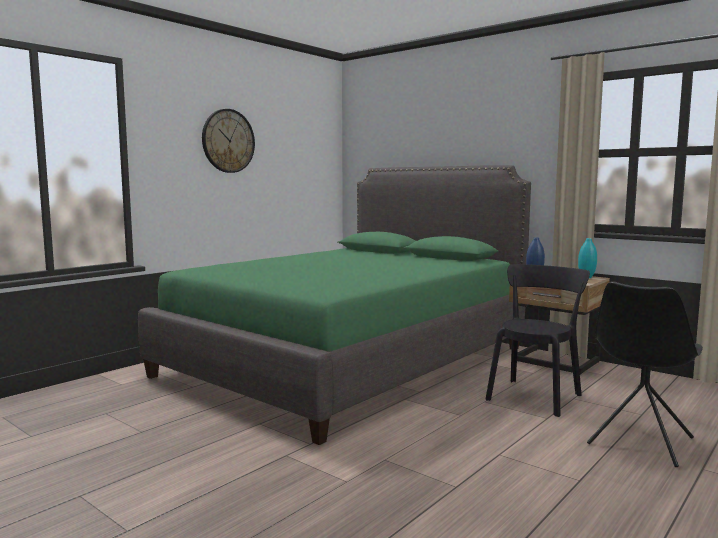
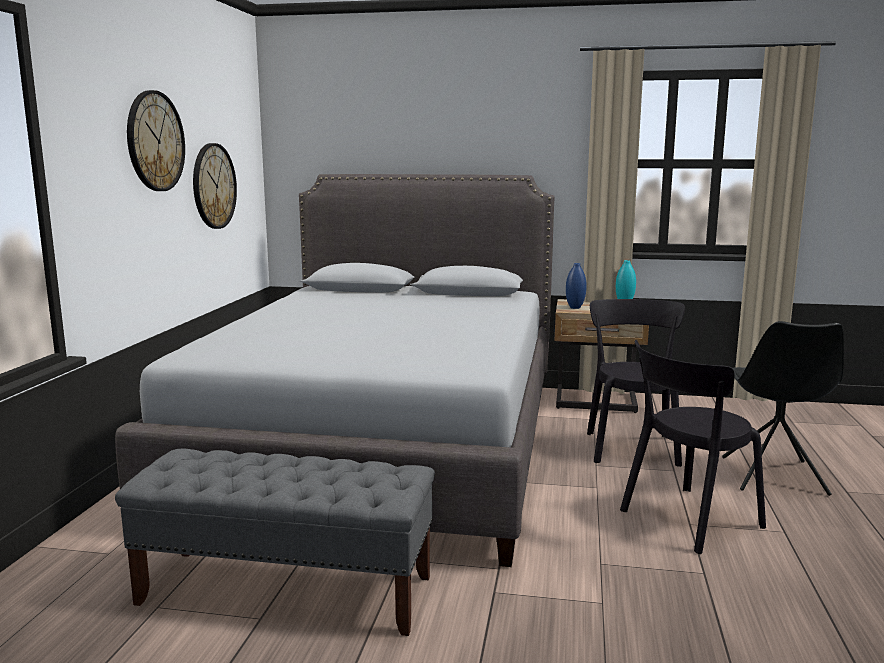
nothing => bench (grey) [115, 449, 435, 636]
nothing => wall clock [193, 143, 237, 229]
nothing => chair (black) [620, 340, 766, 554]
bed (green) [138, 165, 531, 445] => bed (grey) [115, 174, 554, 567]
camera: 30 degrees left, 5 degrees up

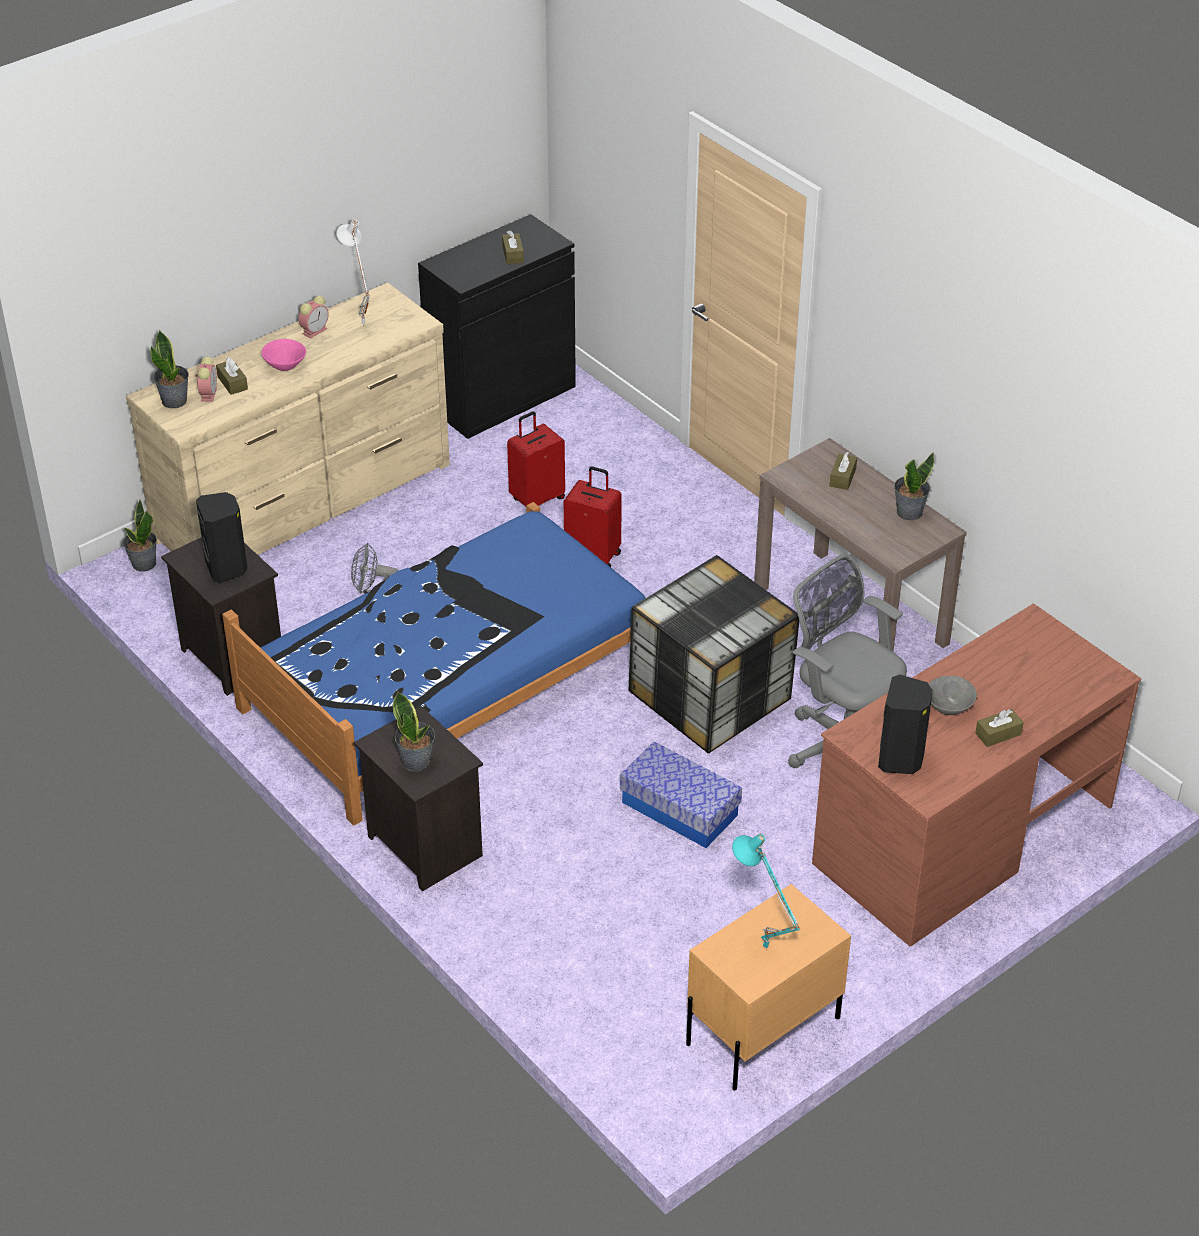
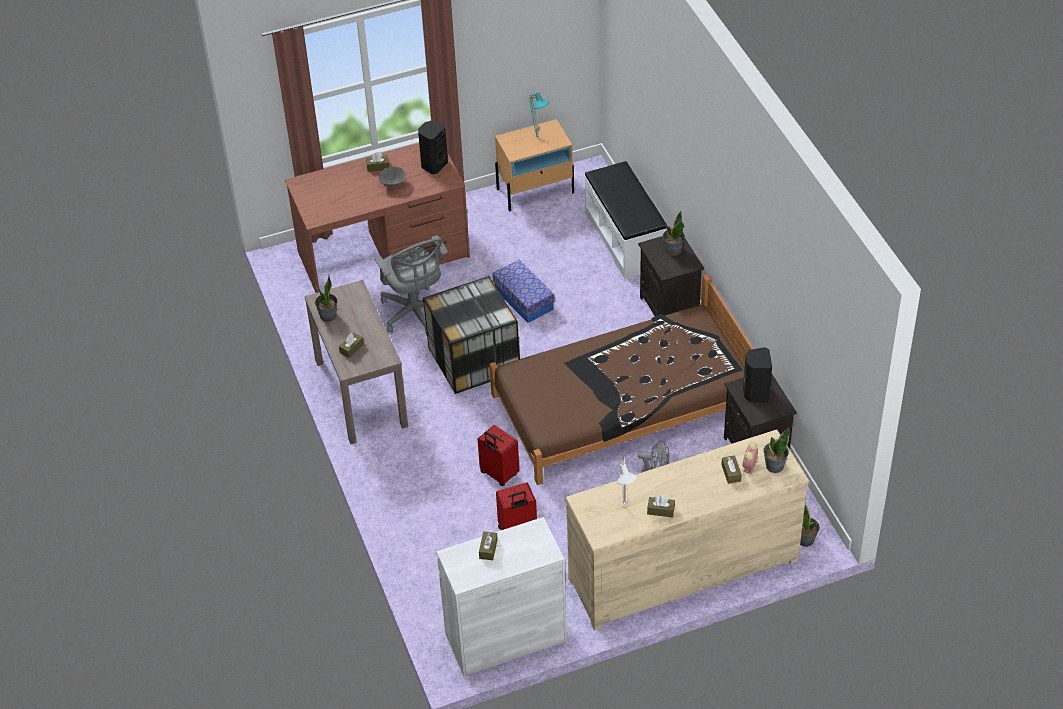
bowl (pink) [261, 339, 306, 371] => nothing
nothing => bench (white) [584, 161, 667, 279]
alarm clock [299, 296, 329, 339] => tissue box (brown) [647, 496, 675, 518]
bed (blue) [222, 502, 646, 826] => bed (brown) [489, 274, 754, 485]
cabinet (black) [418, 214, 576, 439] => cabinet (white) [436, 517, 567, 676]
camera: 160 degrees left, 5 degrees up

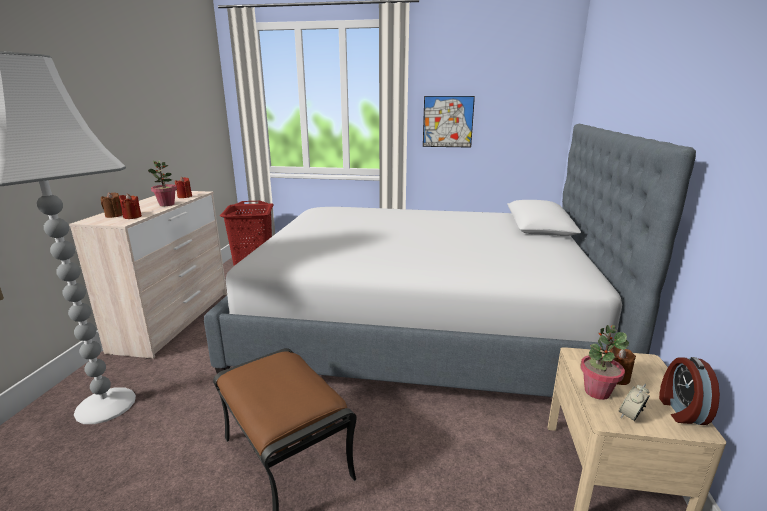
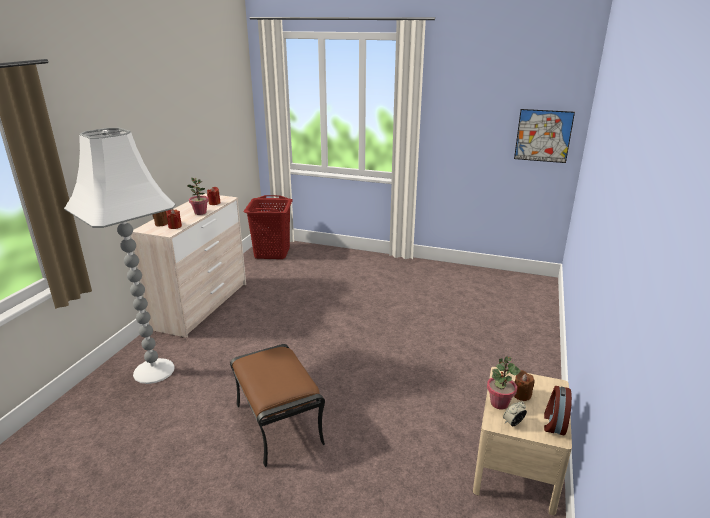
bed [204, 124, 696, 397] => nothing
picture [423, 96, 475, 148] => picture [514, 109, 575, 163], move
camera: 10 degrees right, 5 degrees up

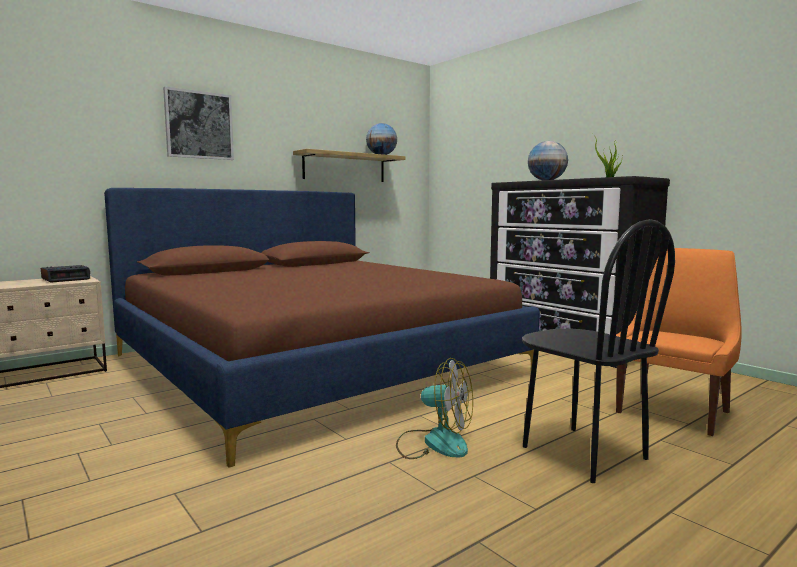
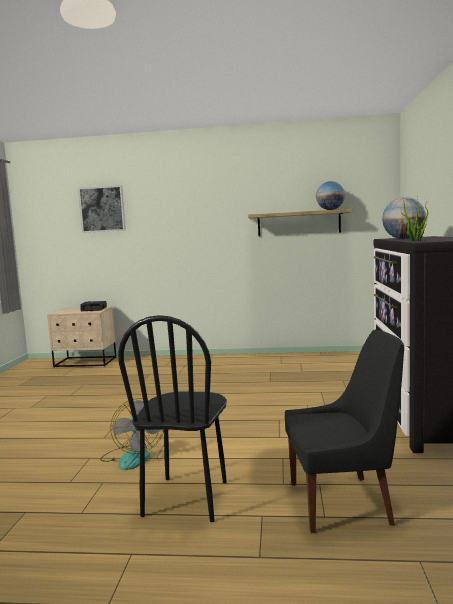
bed (brown) [104, 188, 540, 468] => nothing
picture [163, 87, 234, 160] => picture [78, 185, 126, 233], move
chair (orange) [616, 248, 742, 436] => chair (black) [285, 330, 404, 533]
camera: 45 degrees right, 0 degrees up

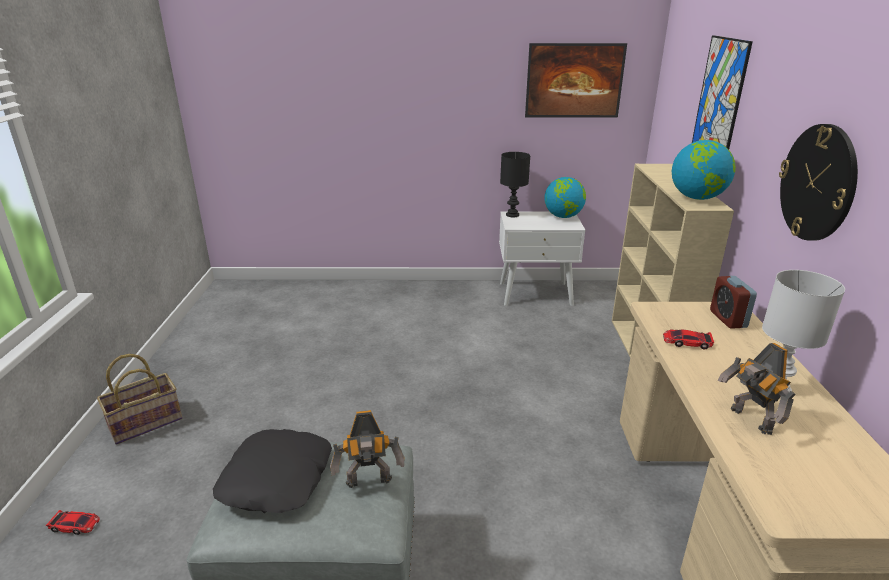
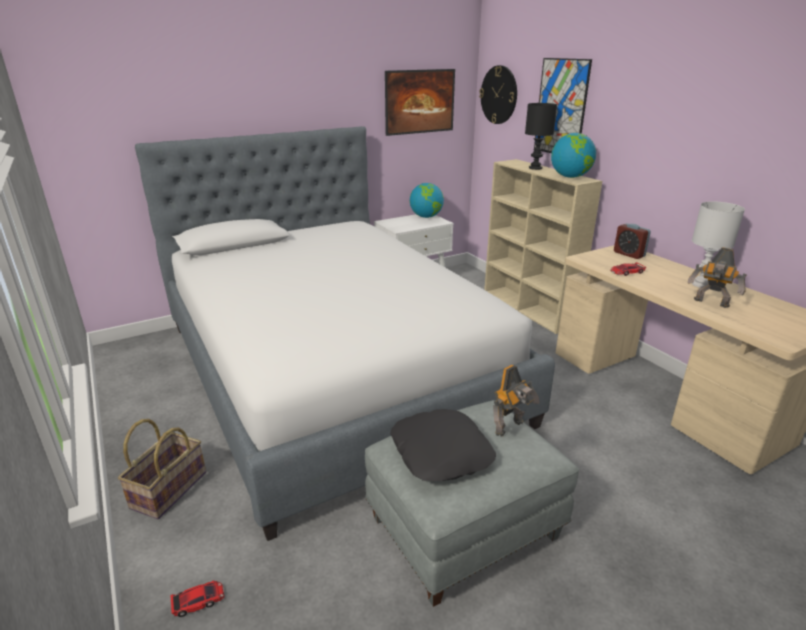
nothing => bed [135, 126, 555, 541]
table lamp (black) [500, 152, 530, 217] => table lamp (black) [525, 103, 557, 170], move
wall clock [779, 124, 858, 241] => wall clock [479, 65, 517, 124], move
camera: 30 degrees left, 0 degrees up

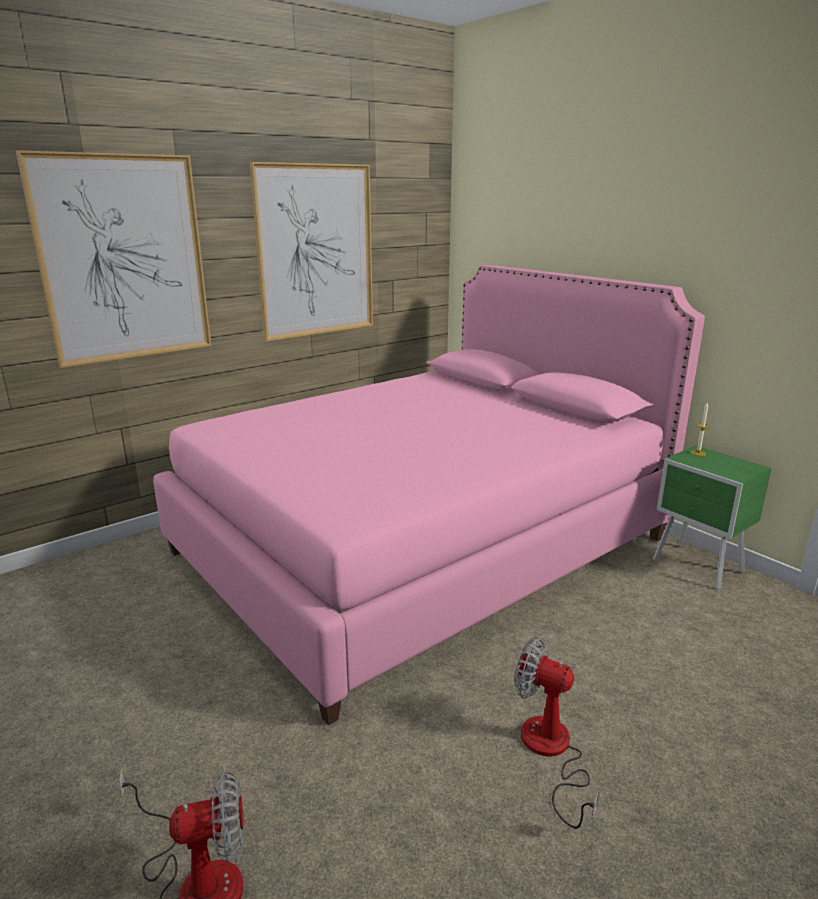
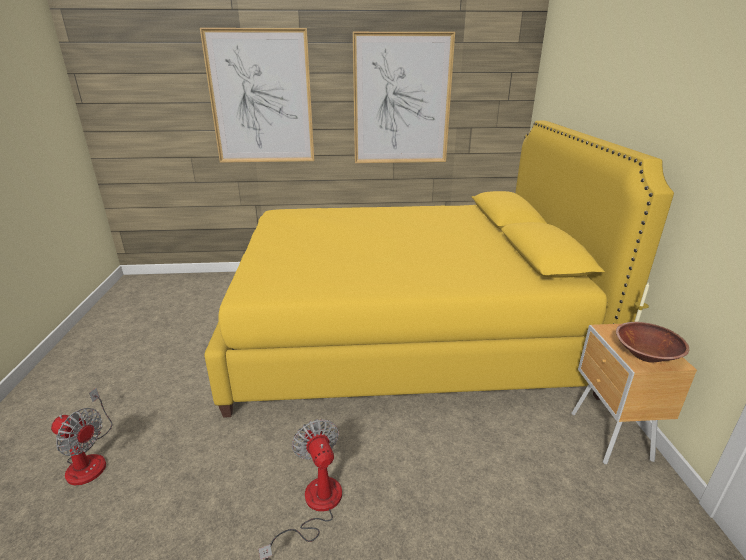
nothing => bowl (brown) [616, 322, 689, 363]
bed (pink) [153, 264, 705, 725] => bed (yellow) [204, 121, 674, 418]
nightstand (green) [653, 445, 772, 590] => nightstand (brown) [571, 324, 697, 465]
camera: 35 degrees right, 5 degrees up

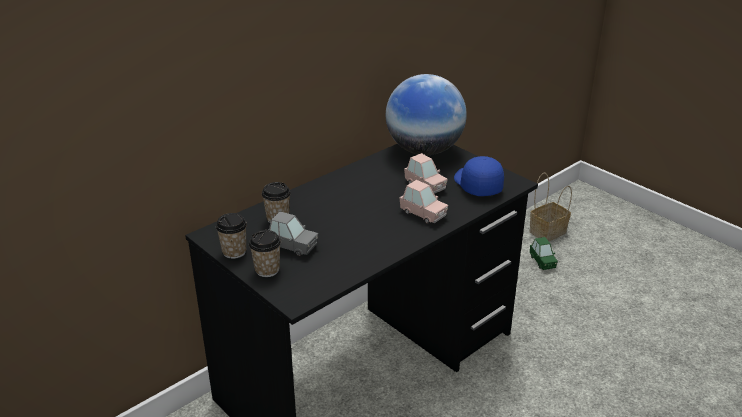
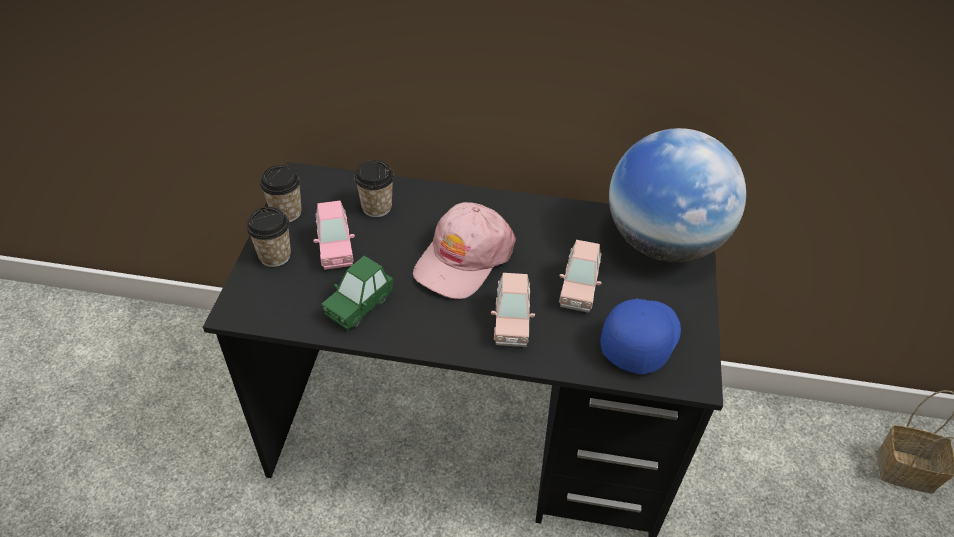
nothing => cap (pink) [413, 202, 516, 299]
toy car (green) [530, 237, 558, 270] => toy car (green) [321, 256, 393, 330], move
toy car (grey) [268, 211, 318, 256] => toy car (pink) [313, 201, 355, 270]
camera: 50 degrees right, 15 degrees up

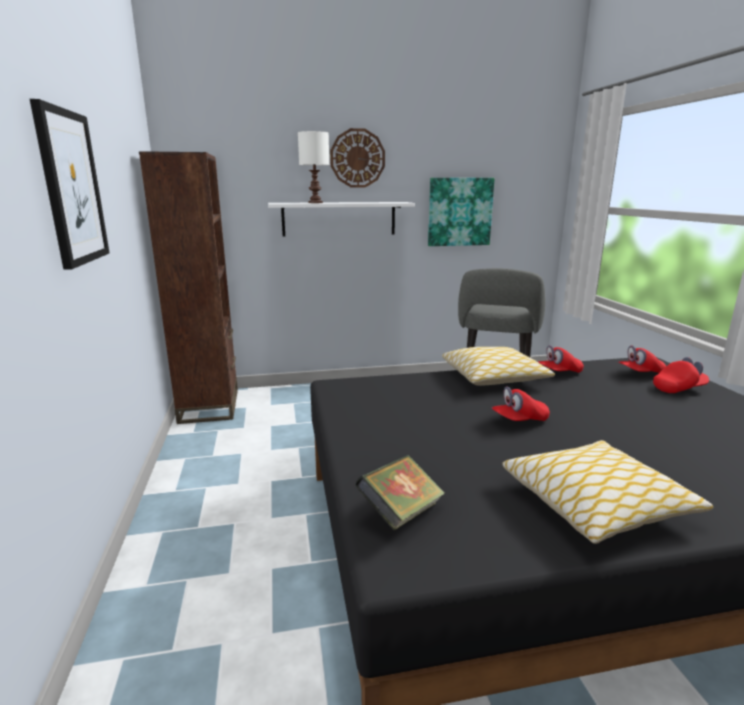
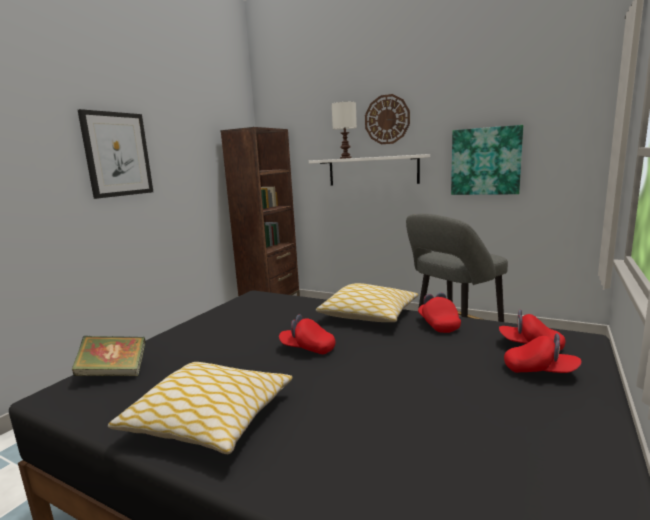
cap (red) [538, 345, 584, 373] => cap (red) [418, 293, 461, 333], 60 degrees clockwise
camera: 40 degrees right, 5 degrees down

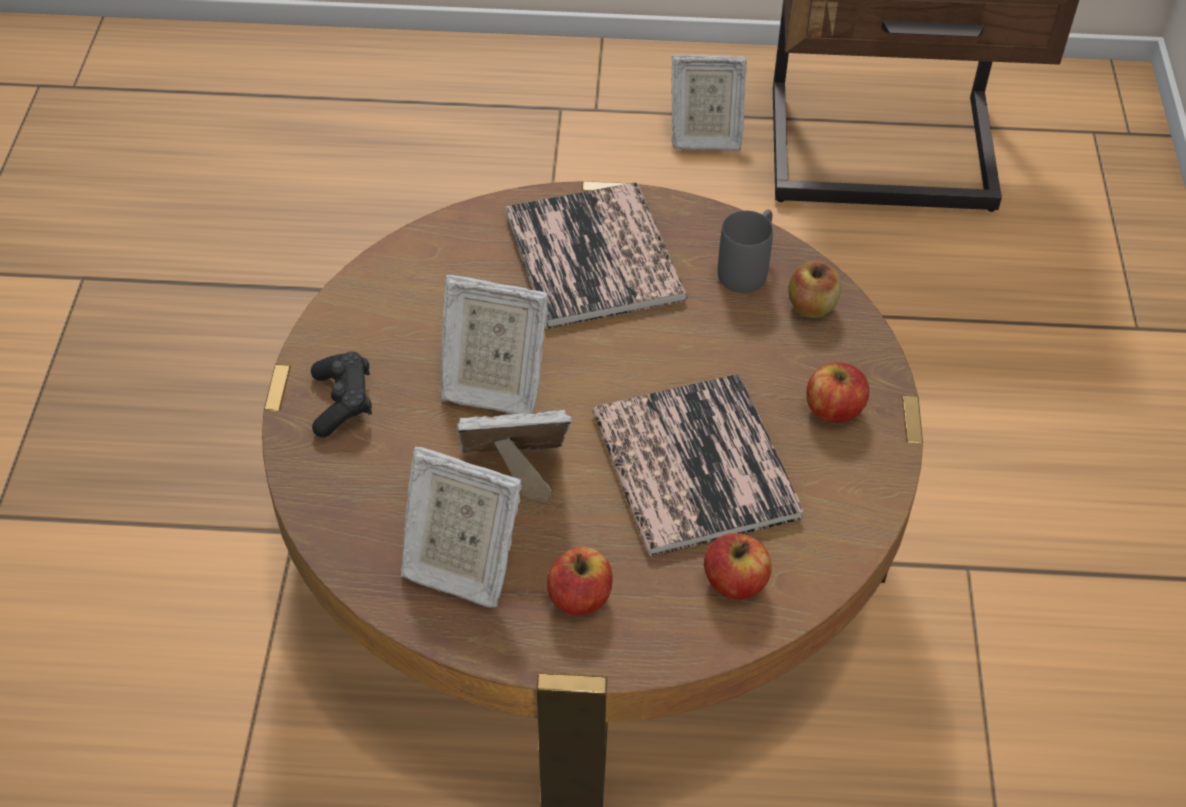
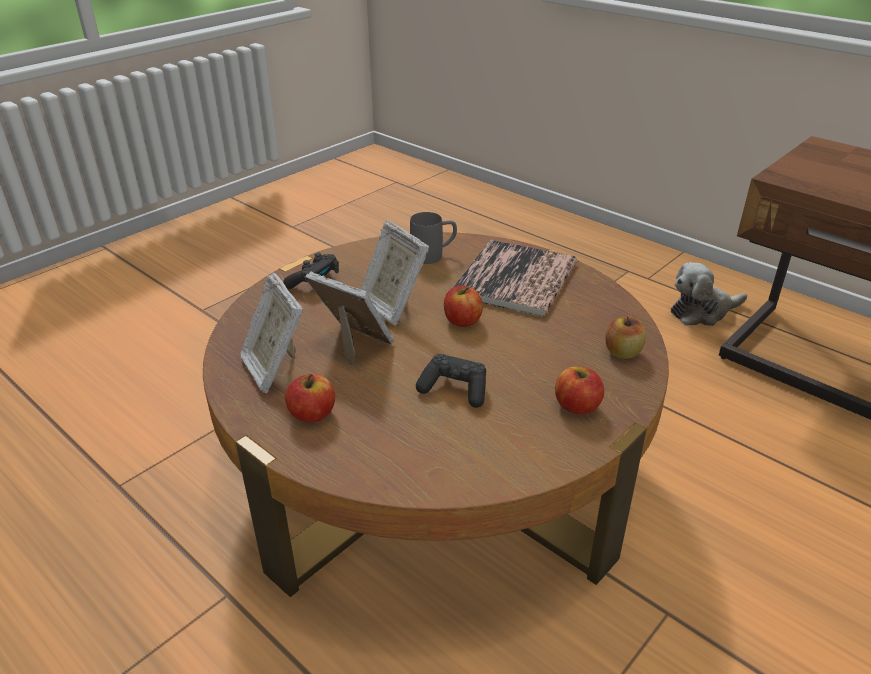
apple [704, 533, 772, 599] => apple [444, 286, 483, 327], move
mug (grey) [718, 209, 773, 293] => mug (grey) [410, 212, 457, 264], move
book [593, 374, 804, 557] => game controller (black) [416, 354, 486, 408]
picture frame [671, 55, 747, 151] => plush toy [671, 262, 747, 326]
camera: 40 degrees right, 15 degrees down

